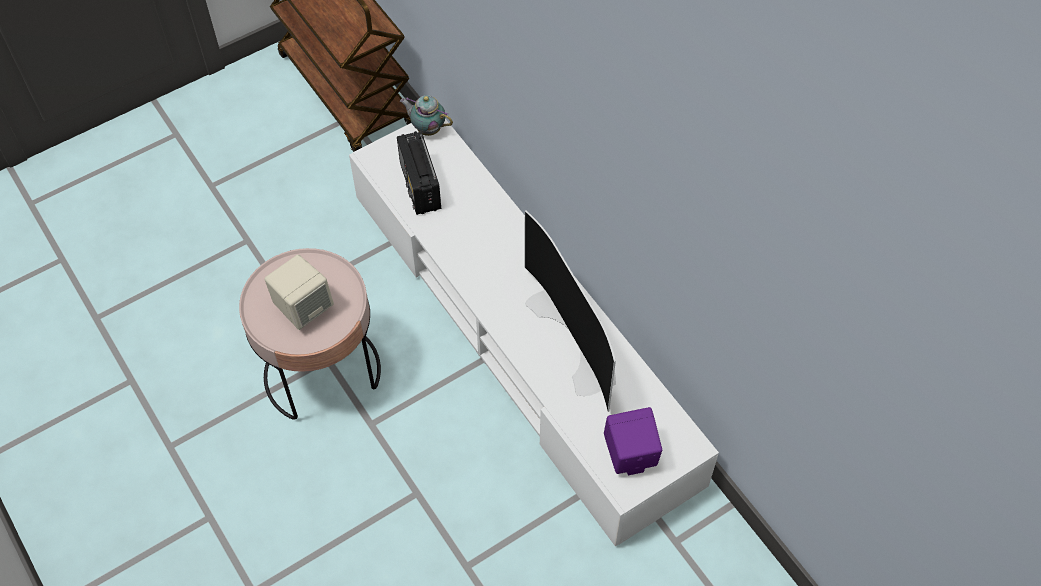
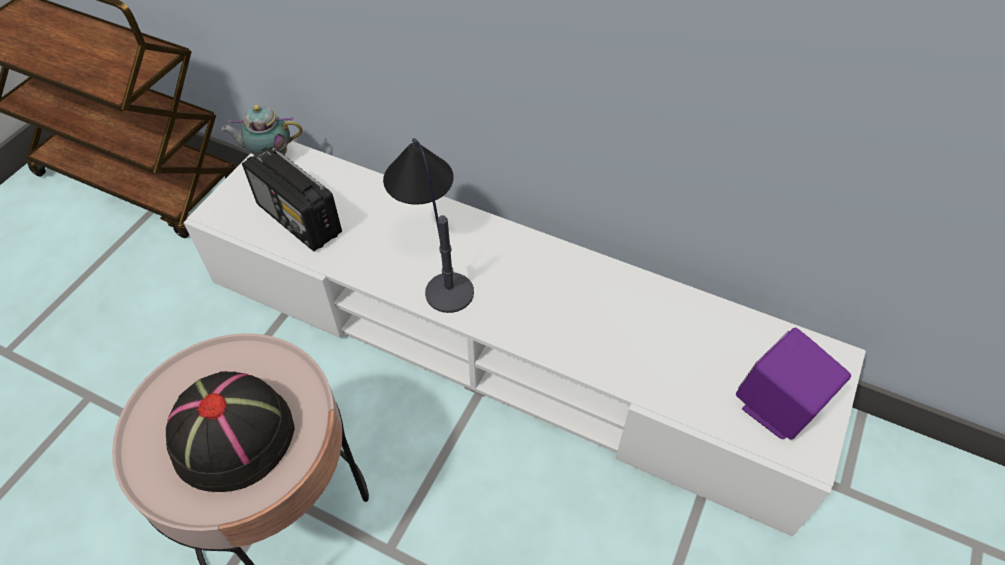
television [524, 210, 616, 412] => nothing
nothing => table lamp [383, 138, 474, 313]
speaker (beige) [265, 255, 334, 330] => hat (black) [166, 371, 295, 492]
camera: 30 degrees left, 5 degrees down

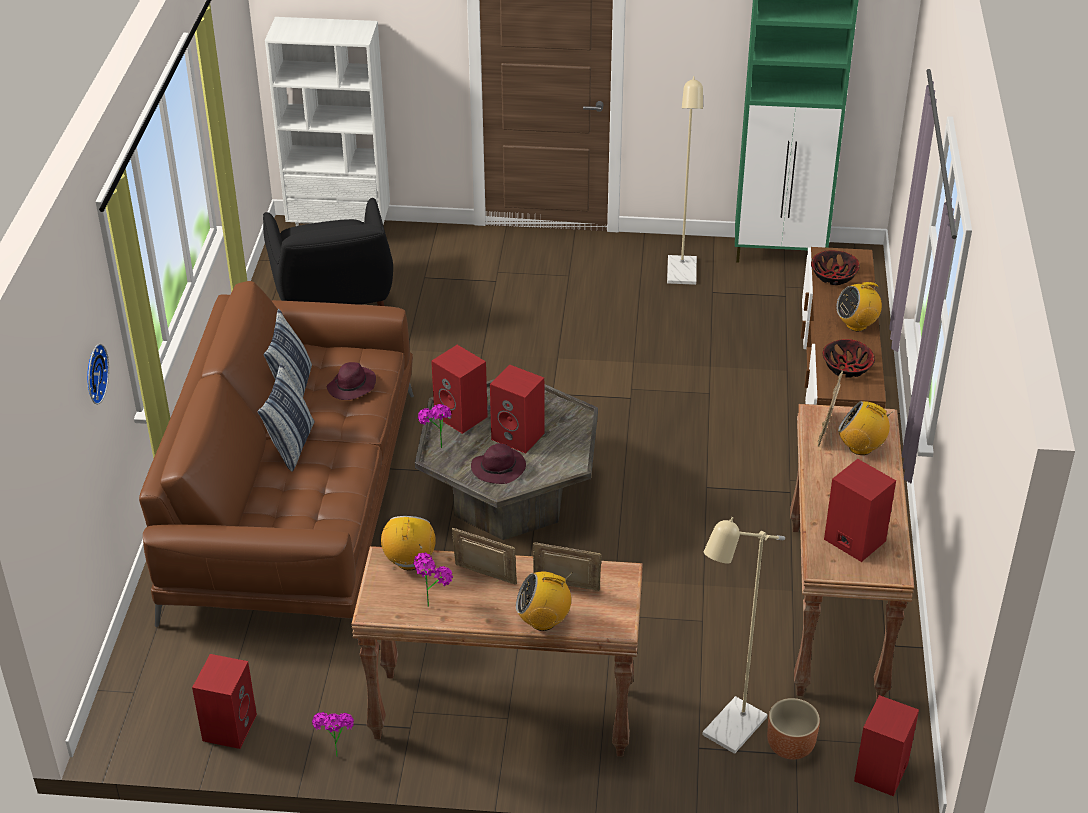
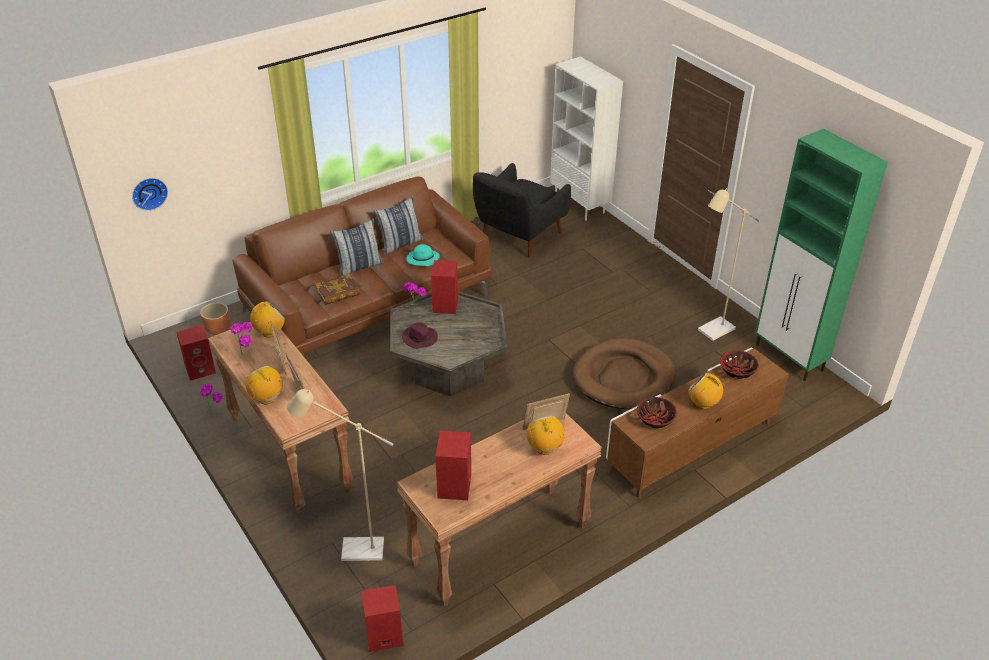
speaker (red) [490, 364, 545, 454] => nothing
nothing => book [315, 274, 360, 305]
nothing => dog bed (brown) [573, 338, 675, 409]
wall clock [87, 344, 109, 405] => wall clock [132, 178, 168, 211], move
planter (brown) [767, 698, 820, 760] => planter (brown) [200, 303, 230, 335], move
hat (purple) [327, 362, 376, 400] => hat (turquoise) [407, 244, 440, 266]
camera: 50 degrees right, 0 degrees up

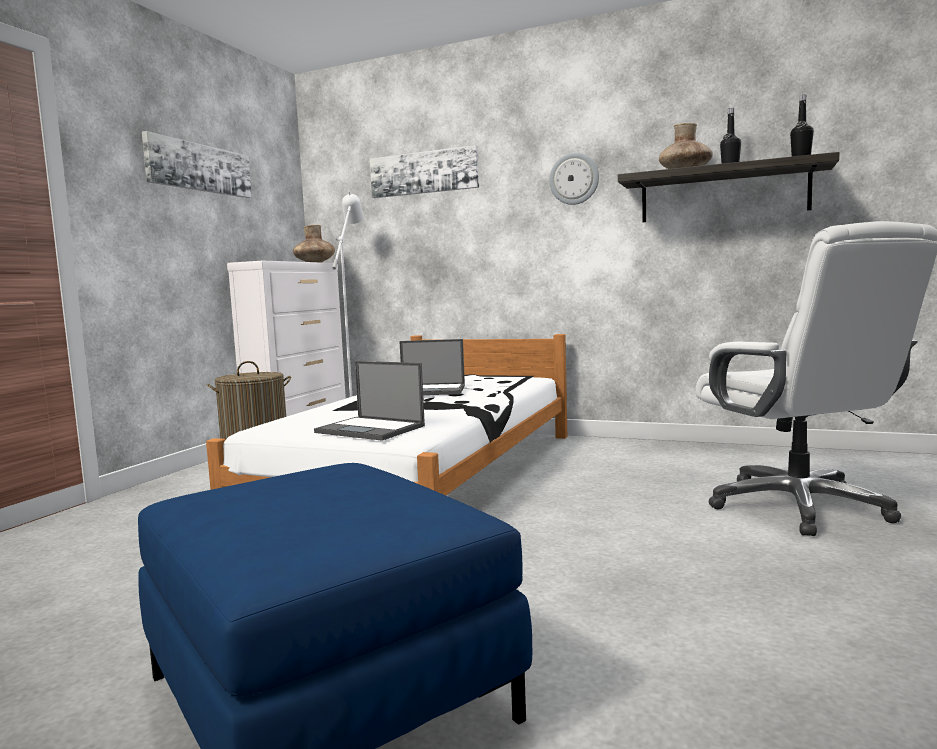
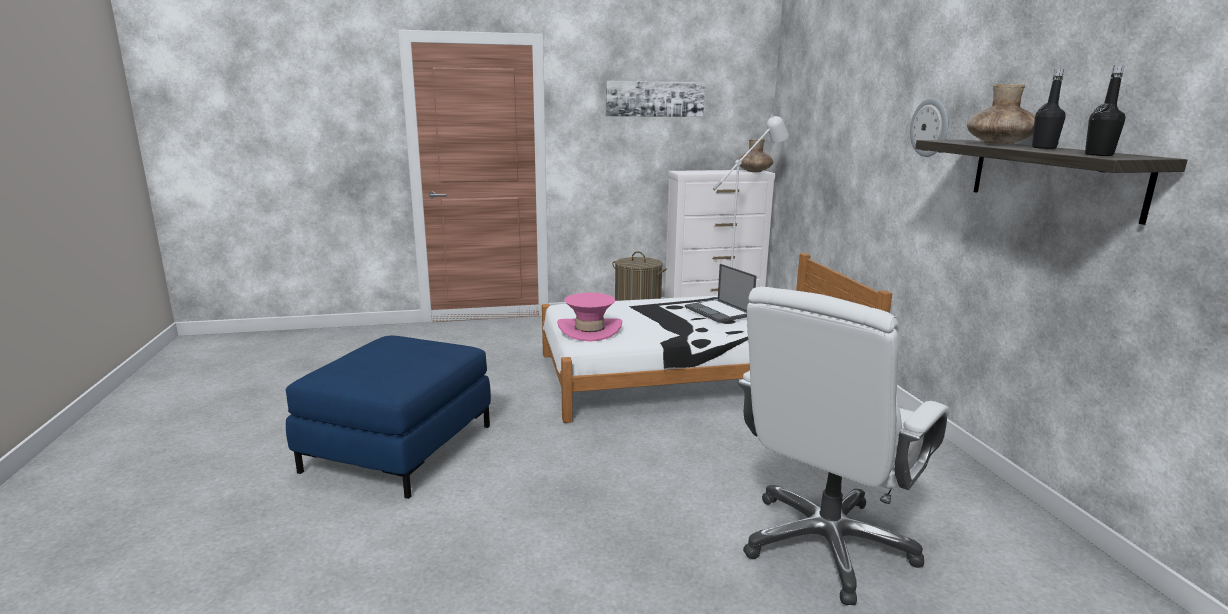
picture [370, 145, 479, 198] => nothing
laptop [314, 361, 425, 441] => hat (pink) [557, 293, 622, 342]
camera: 55 degrees right, 10 degrees up

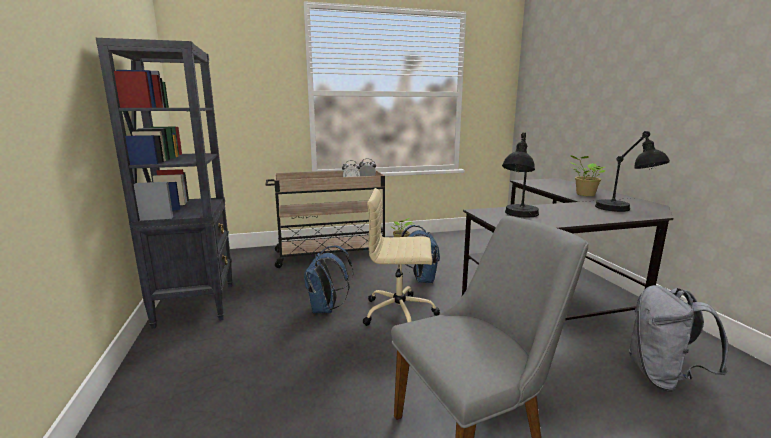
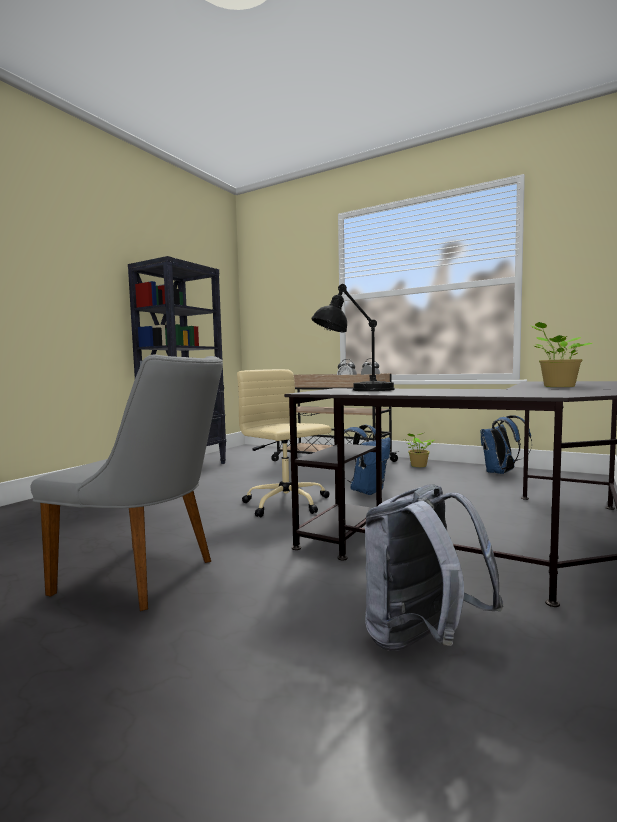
table lamp (black) [595, 131, 670, 212] => nothing
backpack (blue) [304, 245, 353, 313] => backpack (blue) [481, 415, 532, 474], move
camera: 45 degrees right, 10 degrees down

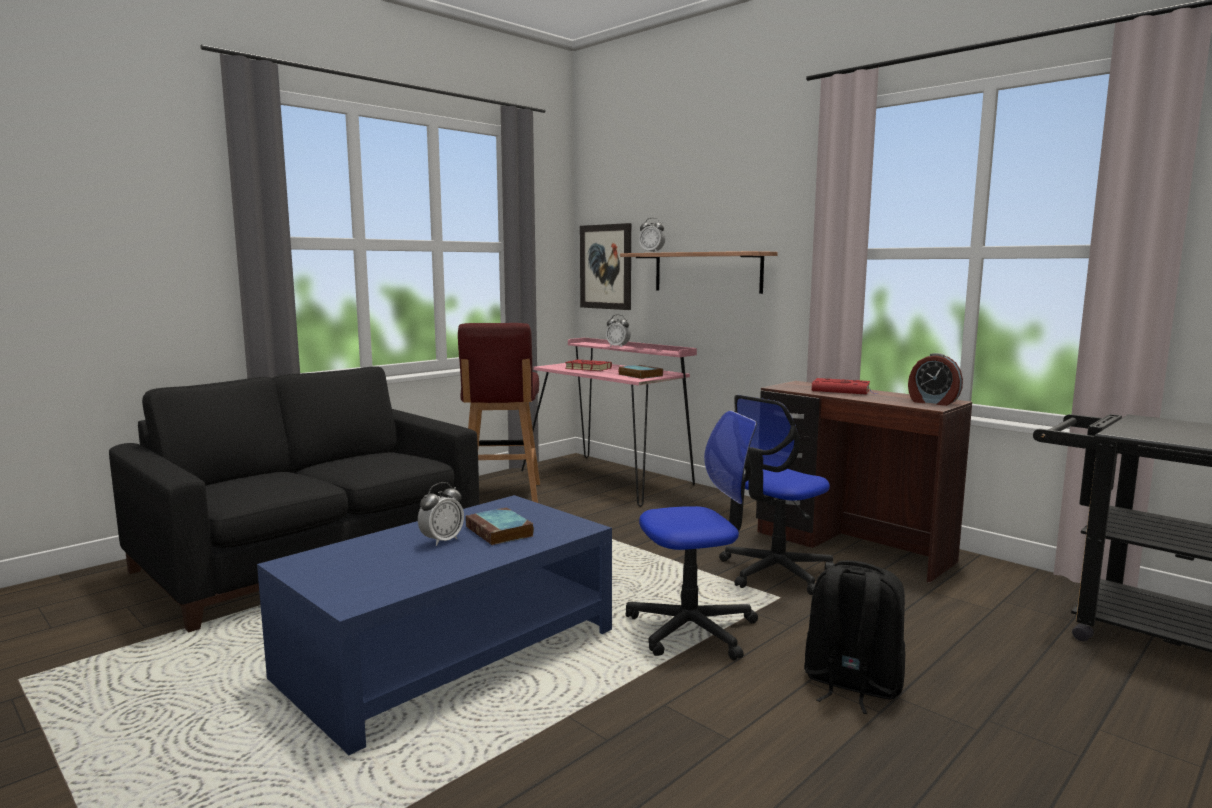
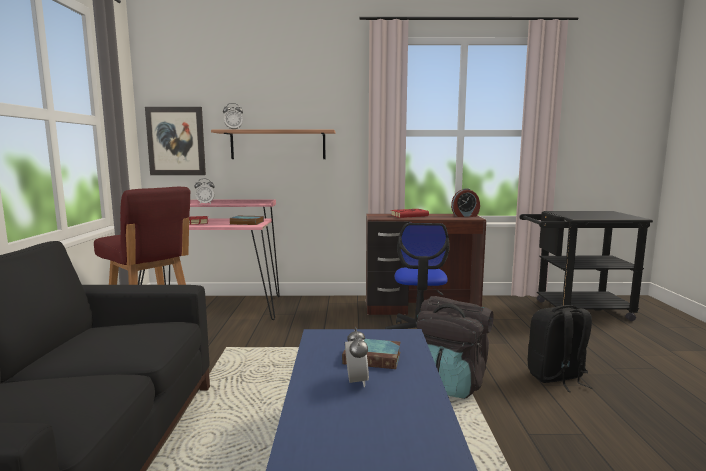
office chair [626, 411, 758, 660] => backpack (black) [417, 296, 494, 399]
camera: 45 degrees left, 0 degrees up

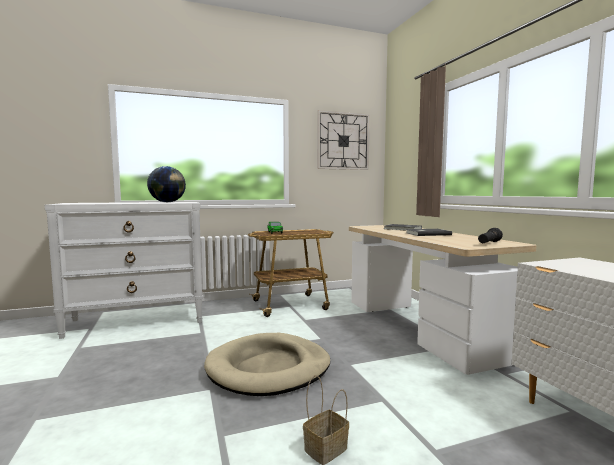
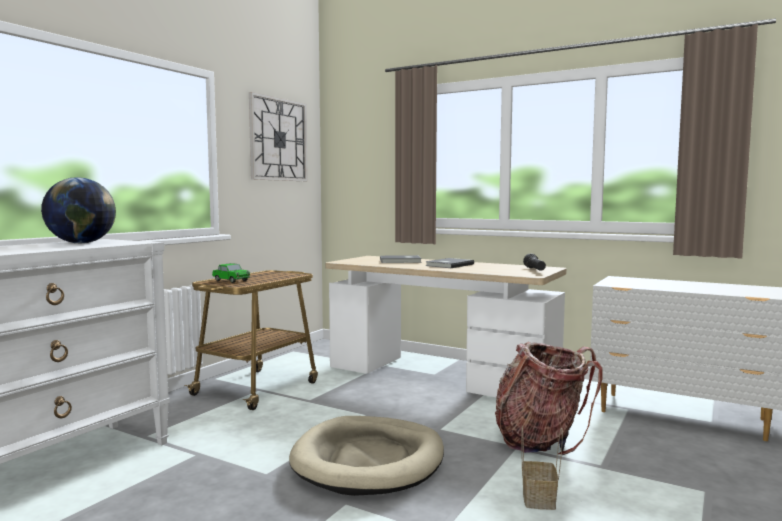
nothing => backpack [495, 342, 603, 455]
camera: 40 degrees left, 0 degrees up

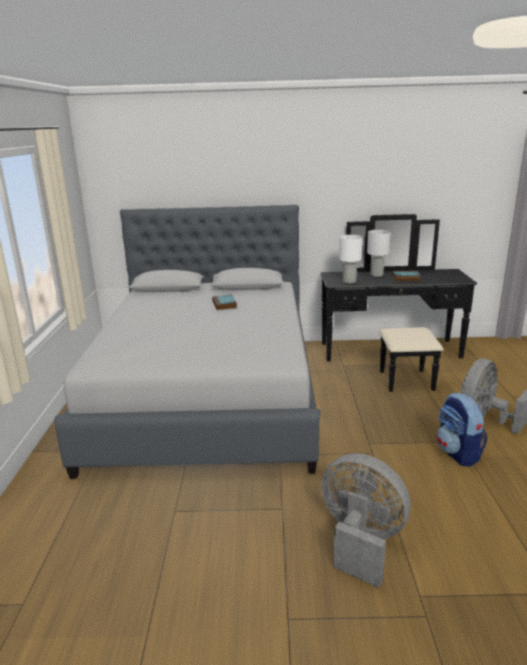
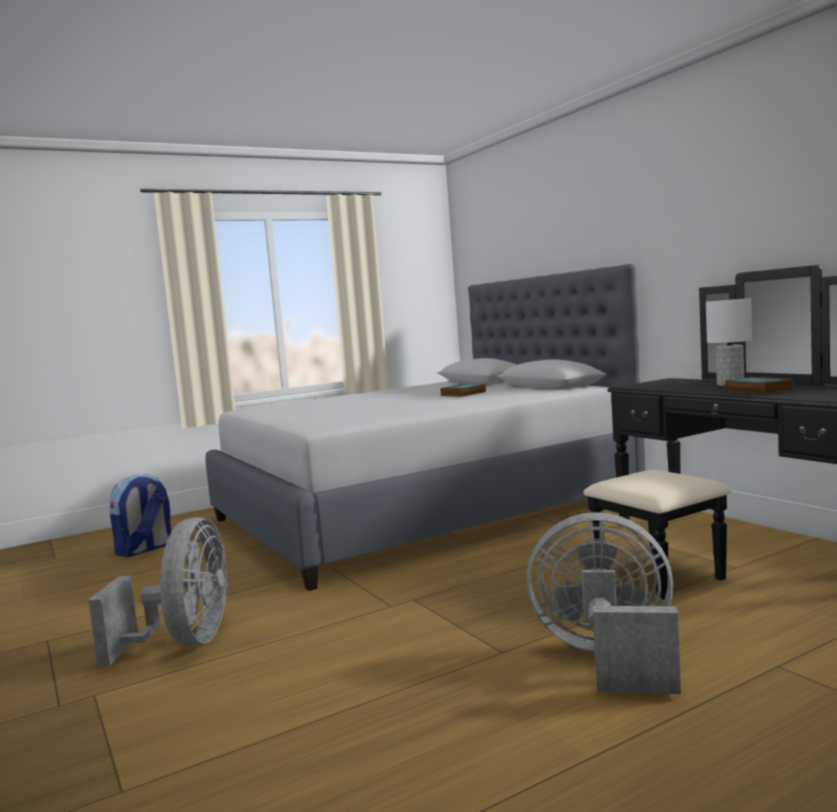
table lamp (white) [339, 235, 363, 284] => nothing
backpack [437, 393, 487, 467] => backpack [110, 474, 171, 557], move
camera: 60 degrees right, 15 degrees down

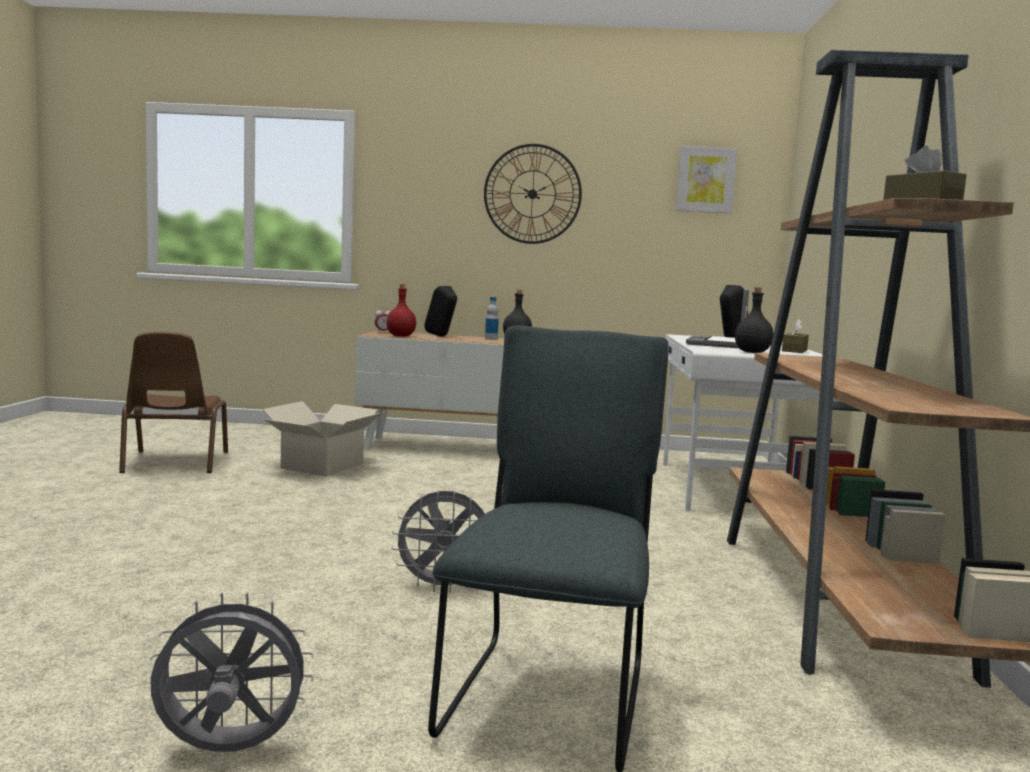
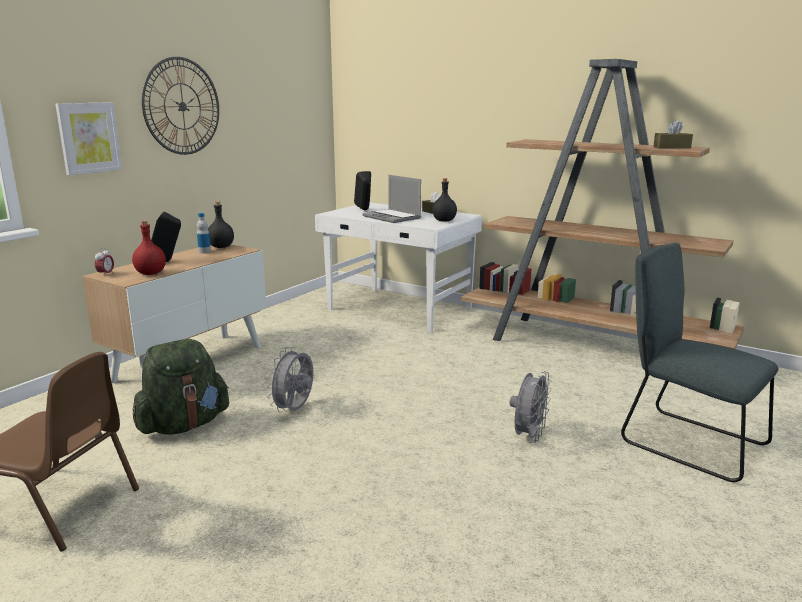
fan (grey) [149, 593, 314, 752] => fan (grey) [267, 347, 313, 413], move
picture [676, 146, 737, 213] => picture [55, 102, 122, 175], move
cardboard box [262, 401, 384, 477] => backpack (green) [133, 339, 229, 435]
camera: 60 degrees left, 10 degrees up

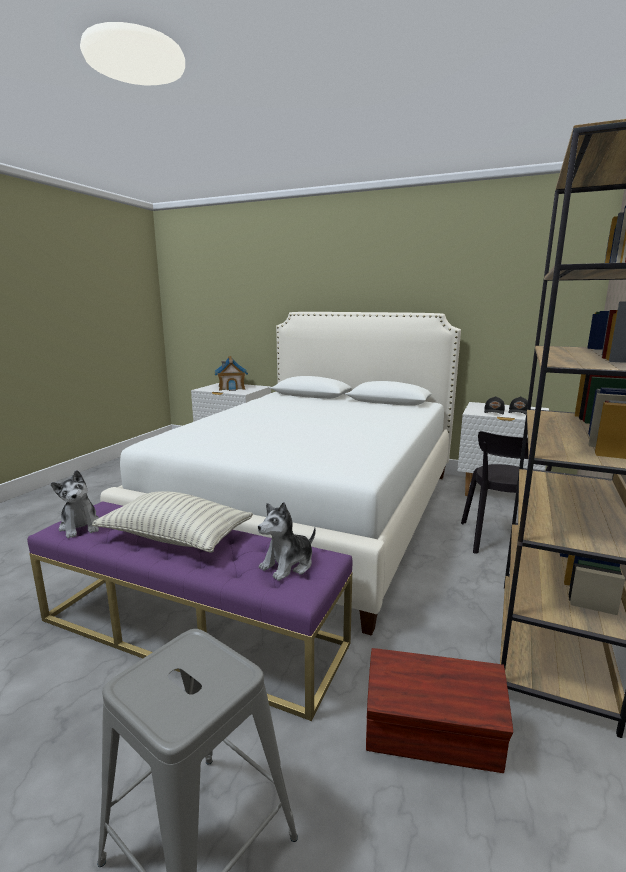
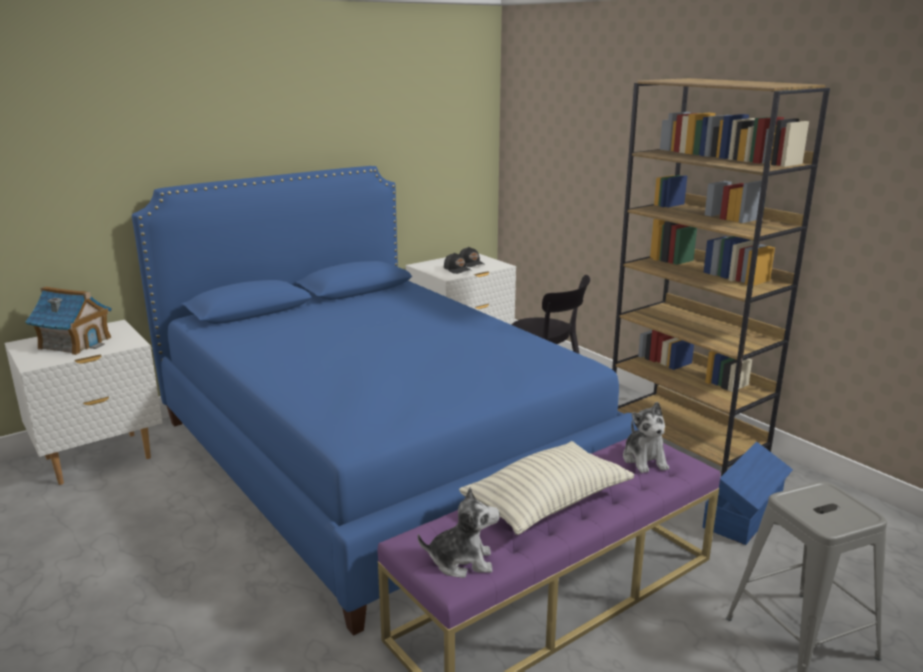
bed (white) [100, 312, 461, 636] => bed (blue) [132, 166, 638, 636]
storage box (brown) [366, 648, 513, 773] => storage box (blue) [703, 442, 793, 545]
camera: 60 degrees left, 5 degrees up

